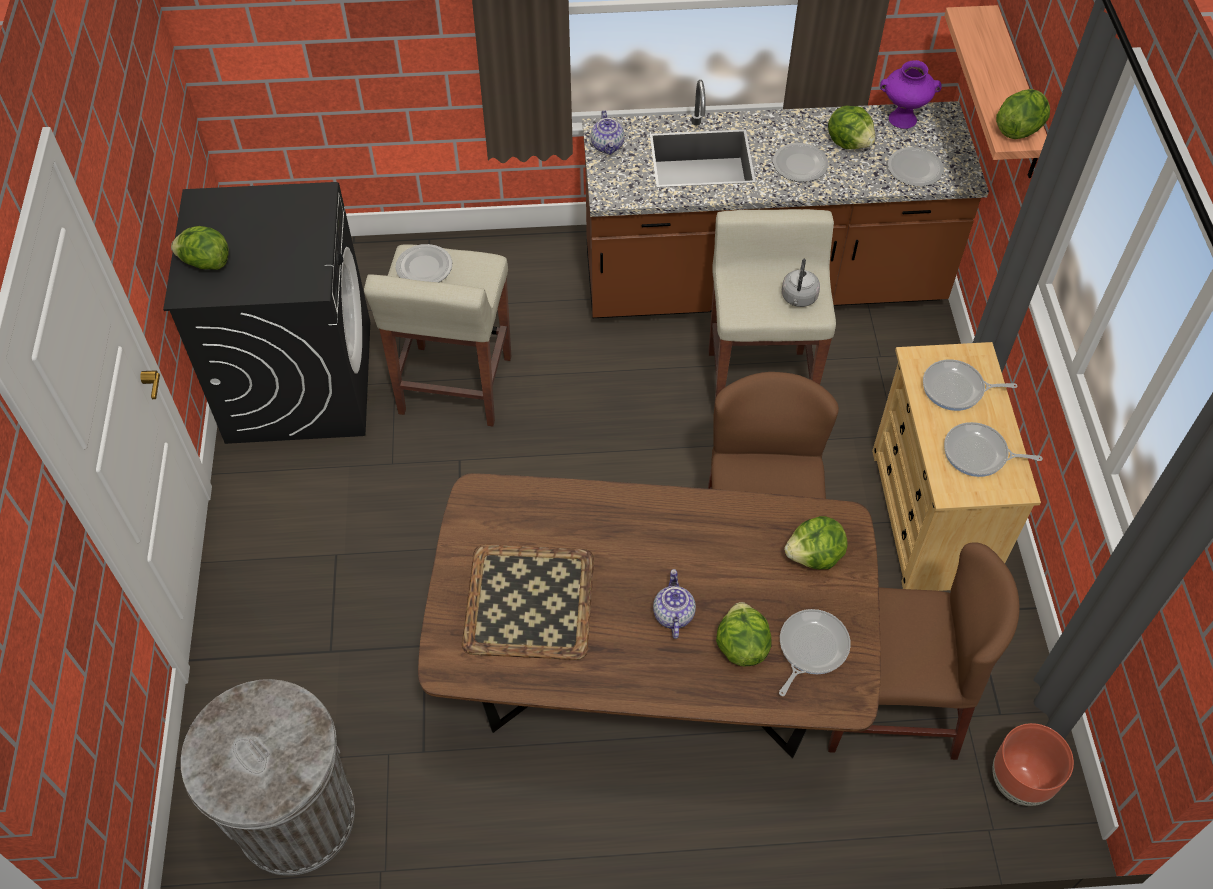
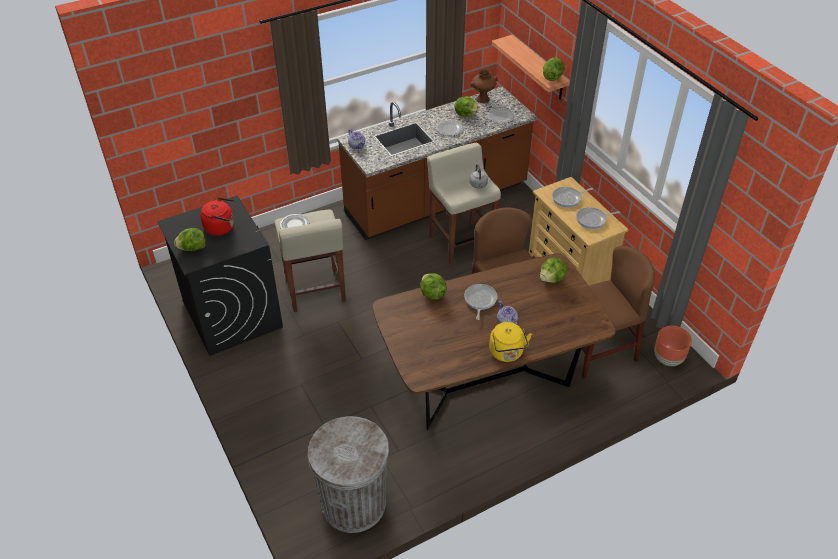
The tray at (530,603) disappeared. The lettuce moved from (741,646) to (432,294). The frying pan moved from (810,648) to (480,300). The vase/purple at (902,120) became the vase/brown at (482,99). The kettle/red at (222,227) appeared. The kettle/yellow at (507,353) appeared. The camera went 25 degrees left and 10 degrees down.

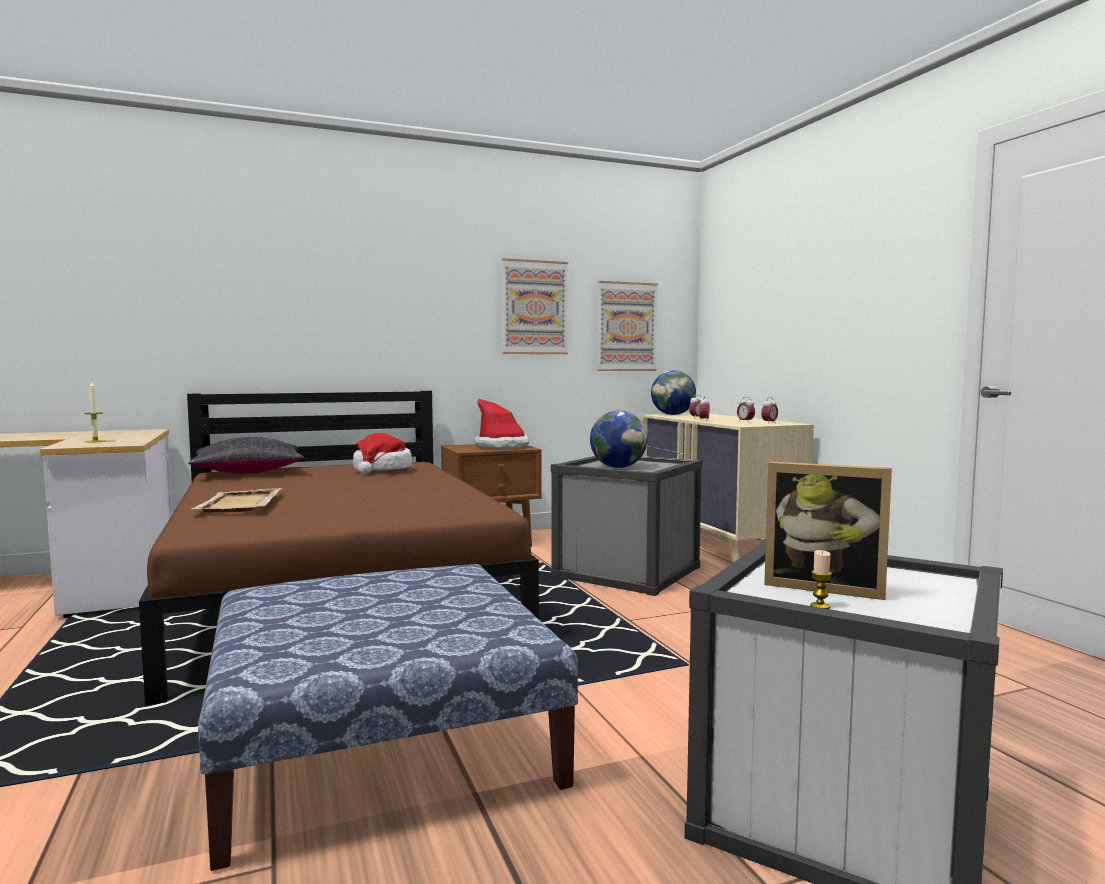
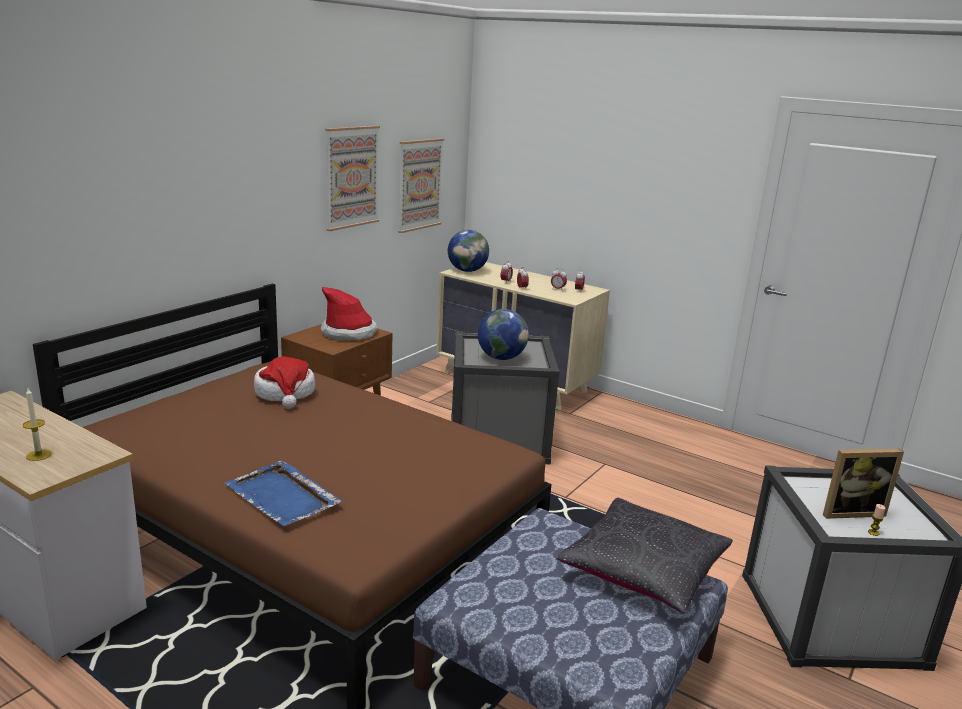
The pillow/black moved from (248,472) to (643,570). The tray/beige at (239,504) became the tray/blue at (283,497). The camera went 35 degrees left and 15 degrees up.

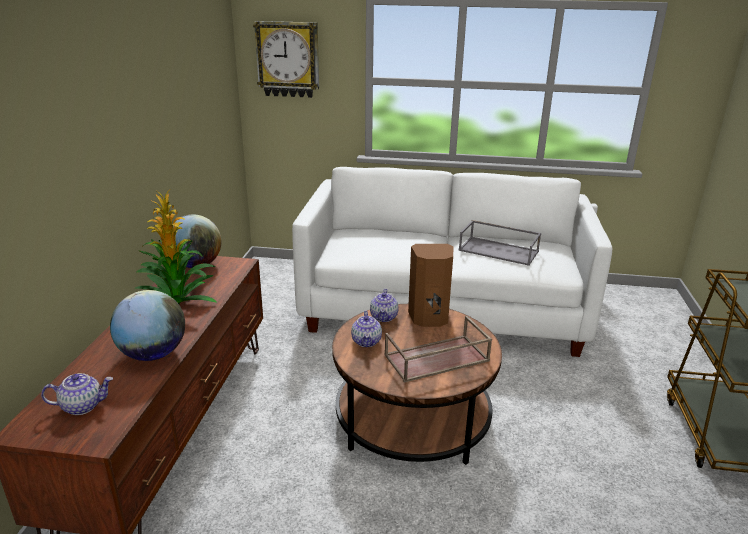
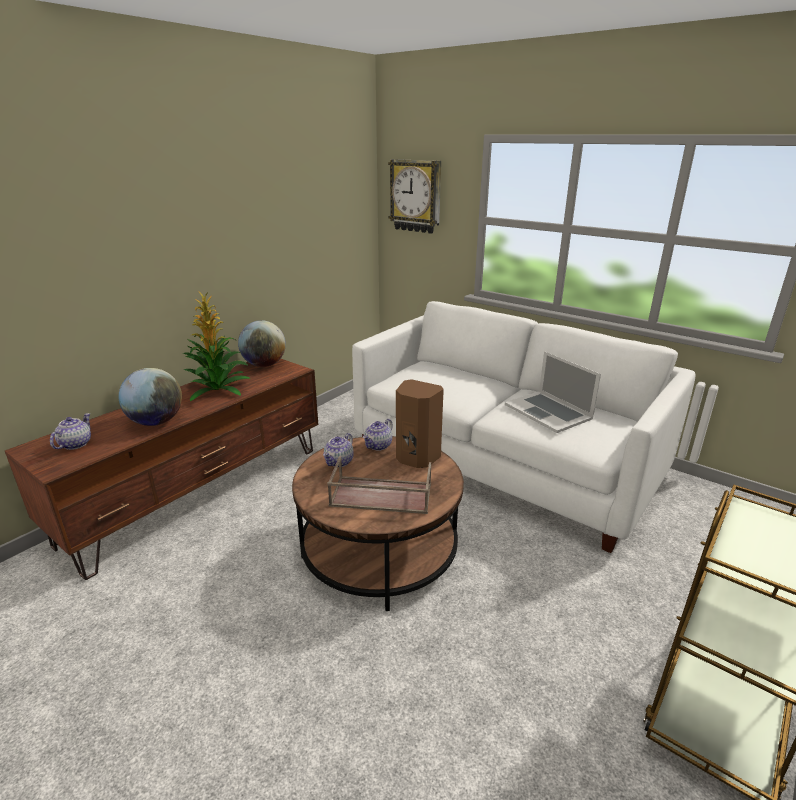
The teapot at (83,406) turned 90 degrees counterclockwise. The tray/grey at (499,251) was replaced by the laptop at (548,411). The camera went 30 degrees right and 0 degrees up.

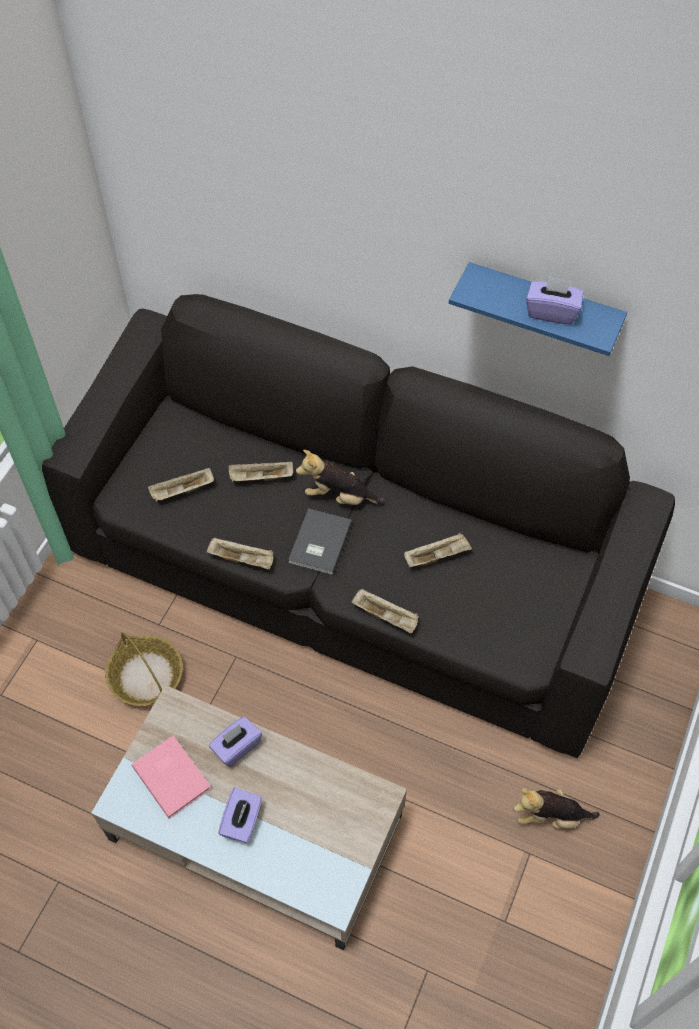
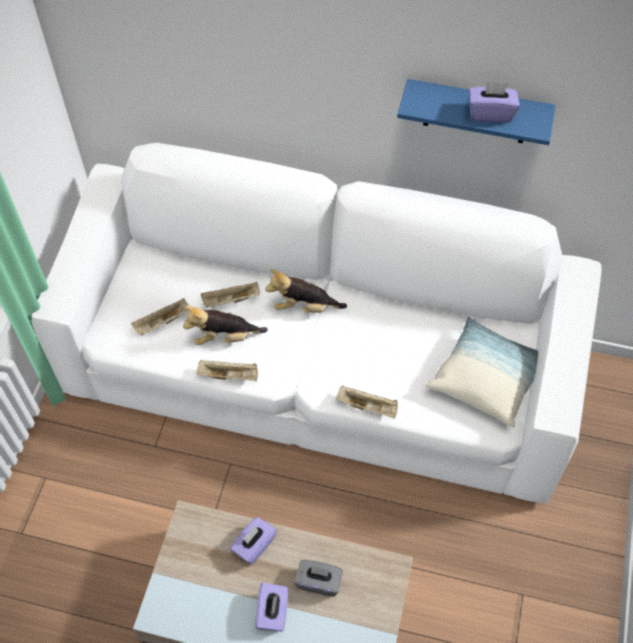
The sofa/black at (351,574) became the sofa/white at (318,374). The basket at (146,676) disappeared. The book/pink at (172,775) disappeared. The book/grey at (318,543) disappeared. The tray/beige at (437,556) disappeared. The plush toy moved from (550,816) to (225,337). The tissue box/grey at (318,582) appeared. The pillow at (485,379) appeared. The camera went 10 degrees left and 0 degrees up.

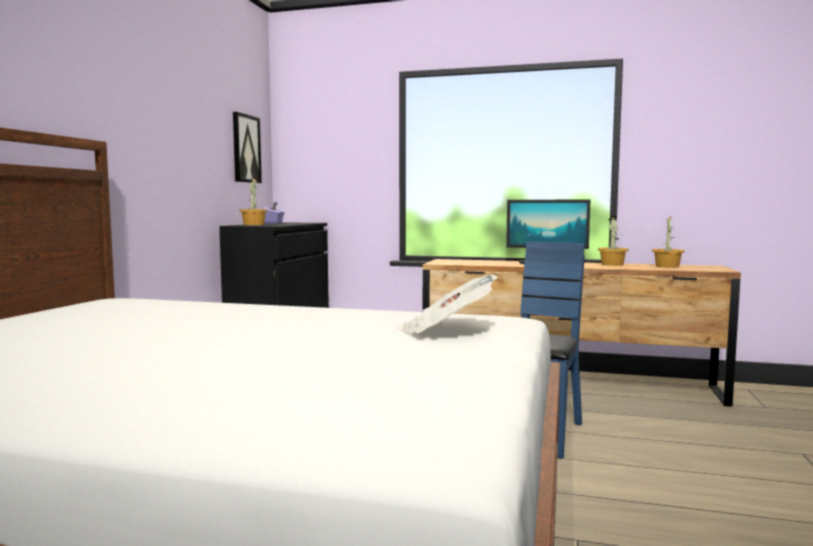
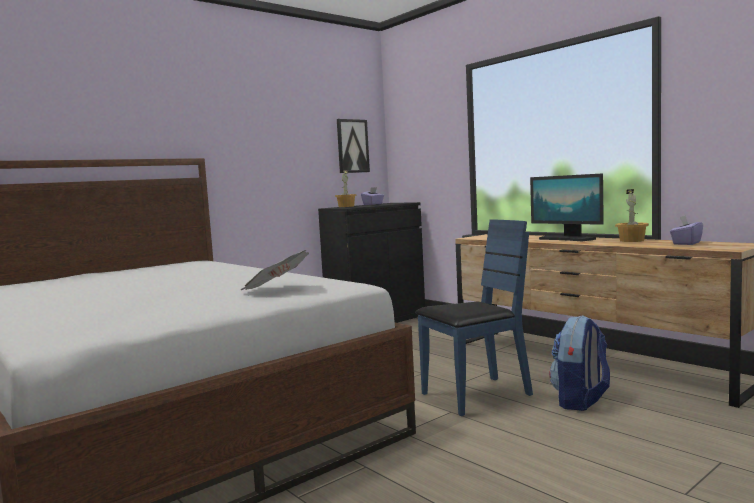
The potted plant at (667,266) was replaced by the tissue box/purple at (686,243). The backpack at (580,401) appeared. The camera went 35 degrees right and 0 degrees up.

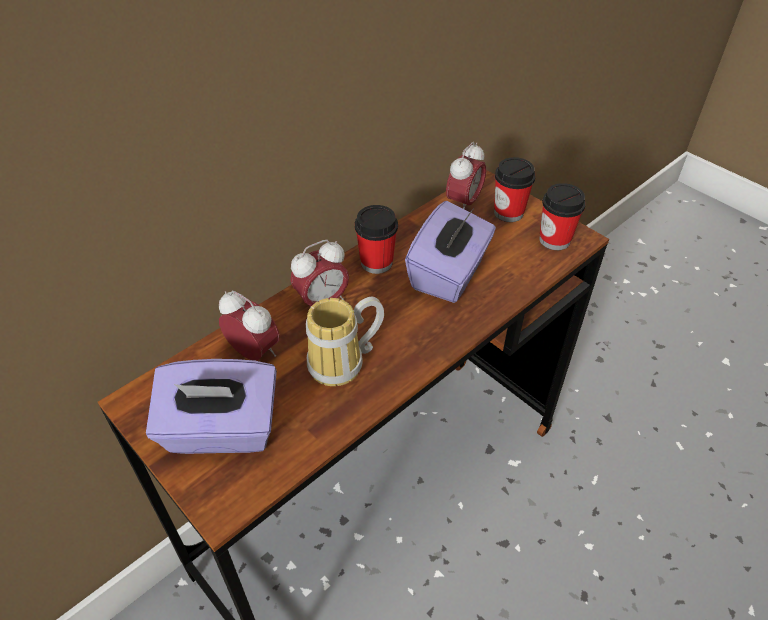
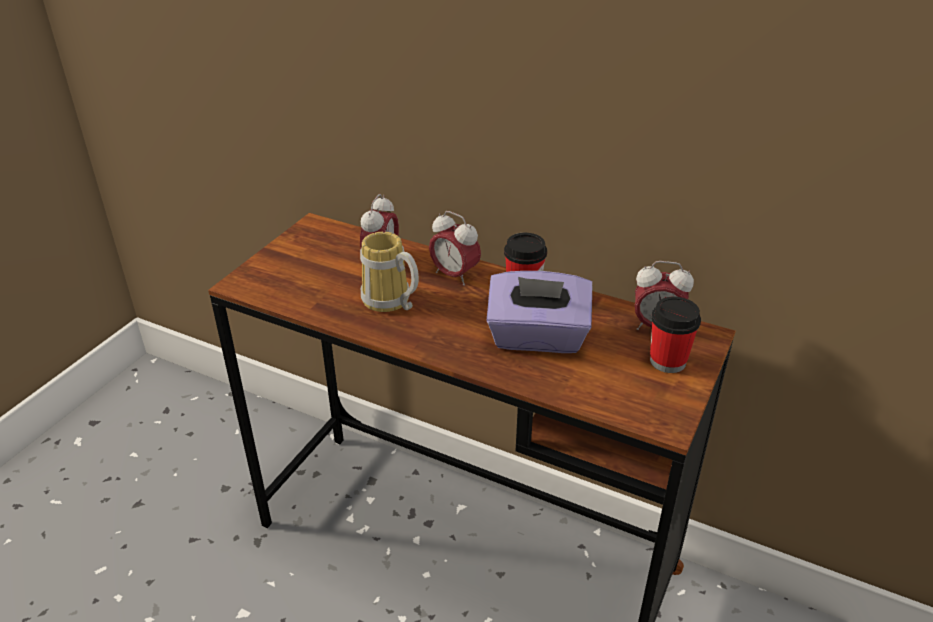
The tissue box/purple at (221,431) disappeared. The cup at (554,240) disappeared. The camera went 70 degrees right and 10 degrees down.

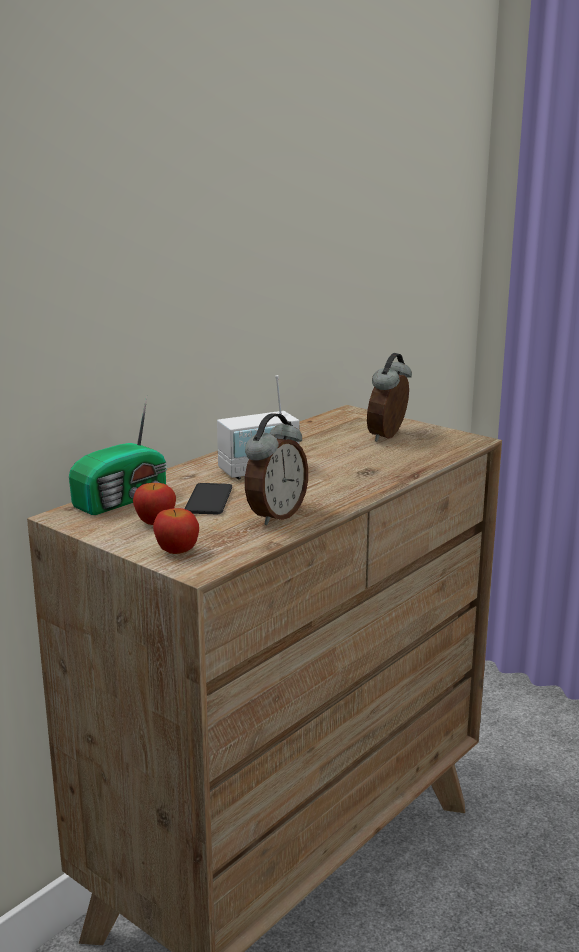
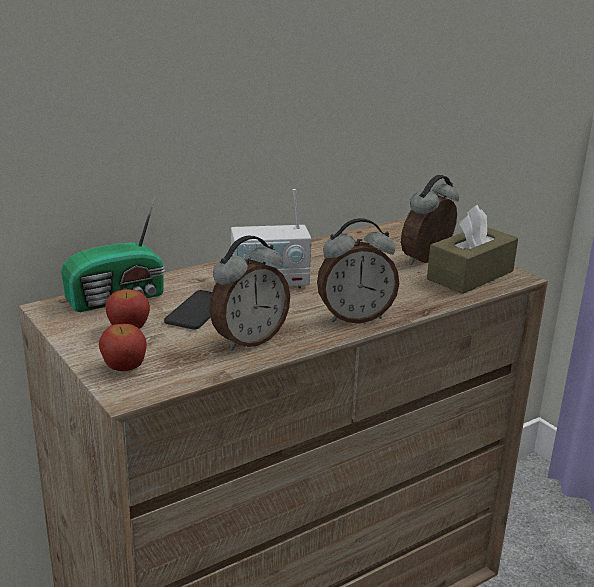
The alarm clock at (355,317) appeared. The tissue box/brown at (470,275) appeared. The camera went 15 degrees right and 5 degrees up.

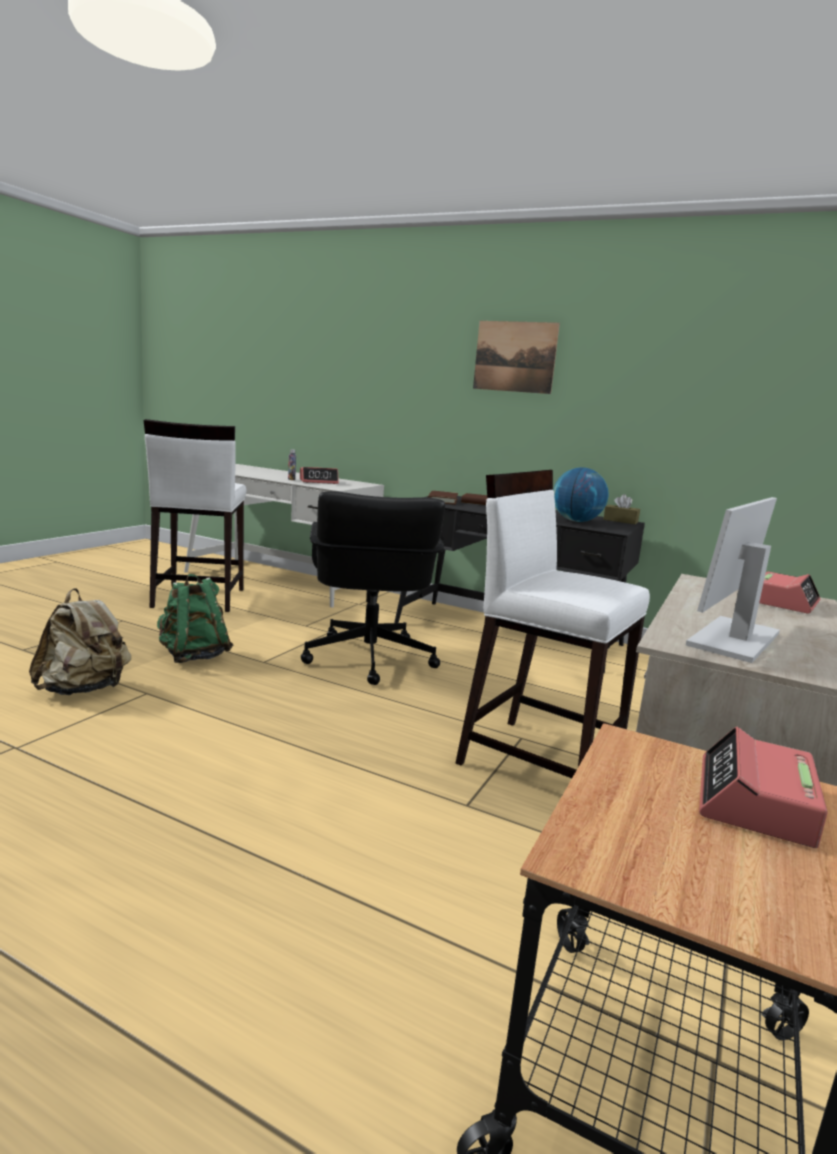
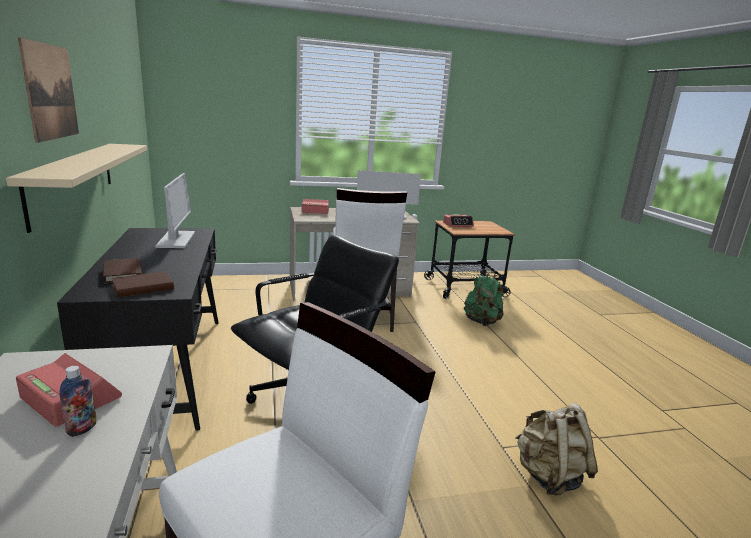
The backpack/green moved from (193,656) to (481,322). The globe at (576,521) was replaced by the monitor at (176,240). The tissue box/brown at (620,521) disappeared. The shelf/beige at (73,179) appeared. The camera went 130 degrees left and 5 degrees up.

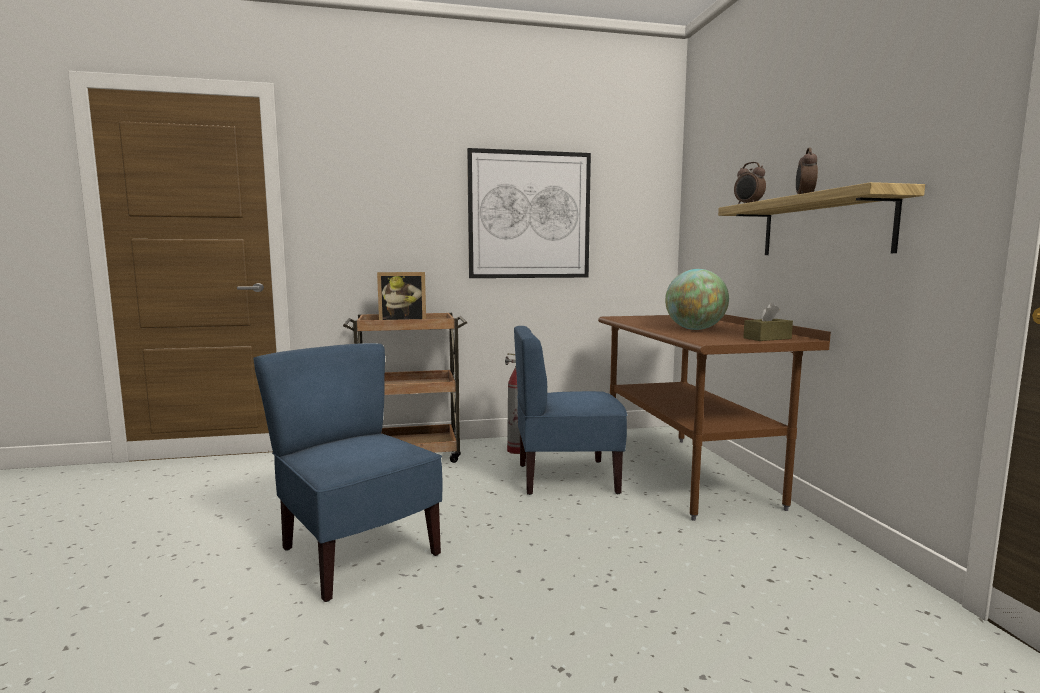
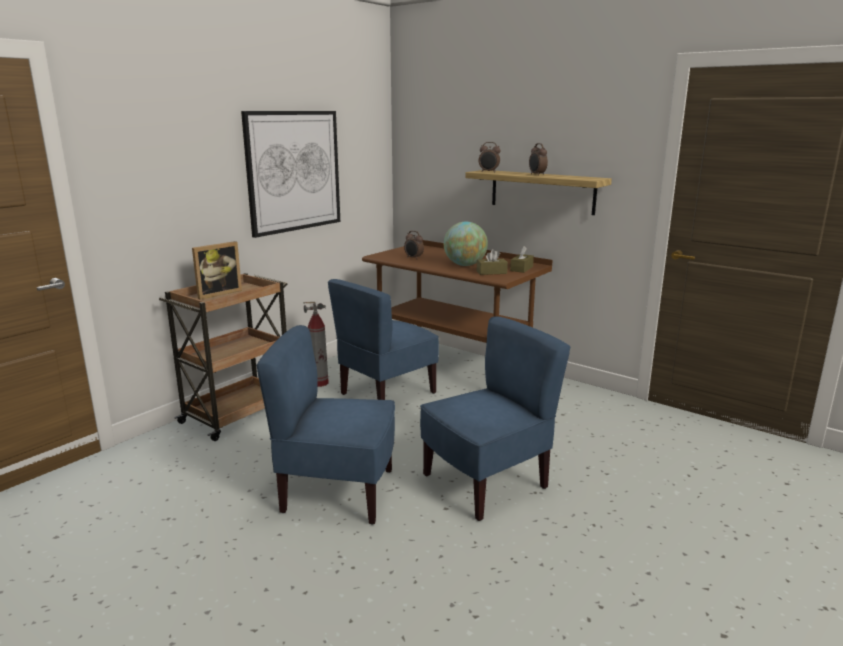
The alarm clock at (413,258) appeared. The chair/blue at (486,483) appeared. The tissue box/brown at (491,272) appeared. The camera went 40 degrees left and 10 degrees up.

